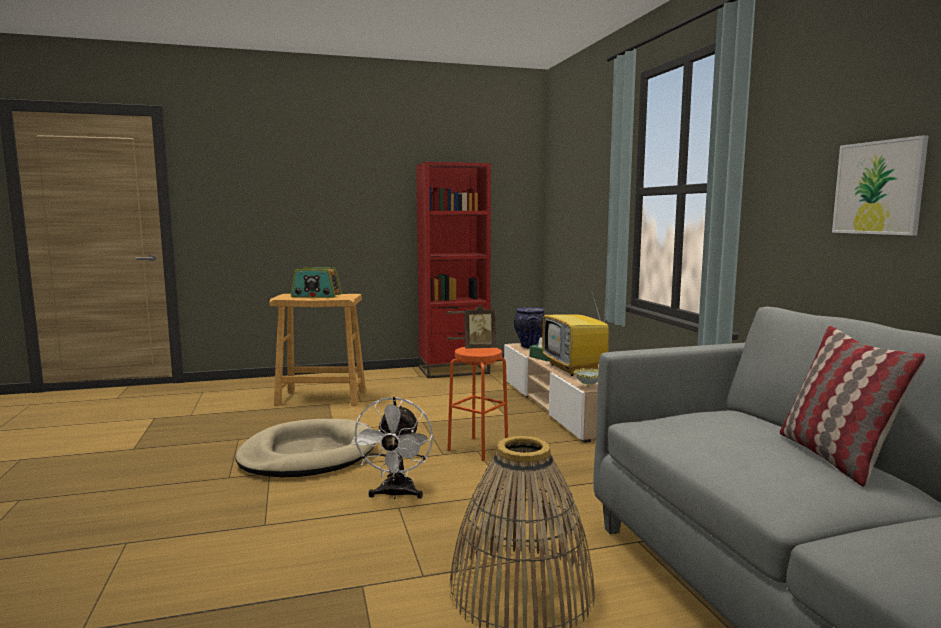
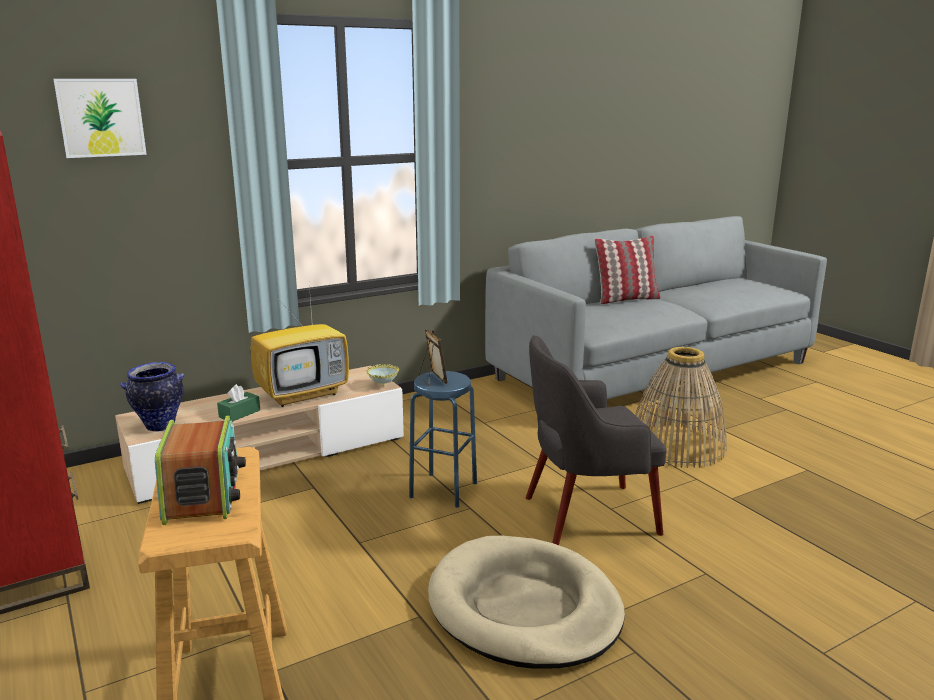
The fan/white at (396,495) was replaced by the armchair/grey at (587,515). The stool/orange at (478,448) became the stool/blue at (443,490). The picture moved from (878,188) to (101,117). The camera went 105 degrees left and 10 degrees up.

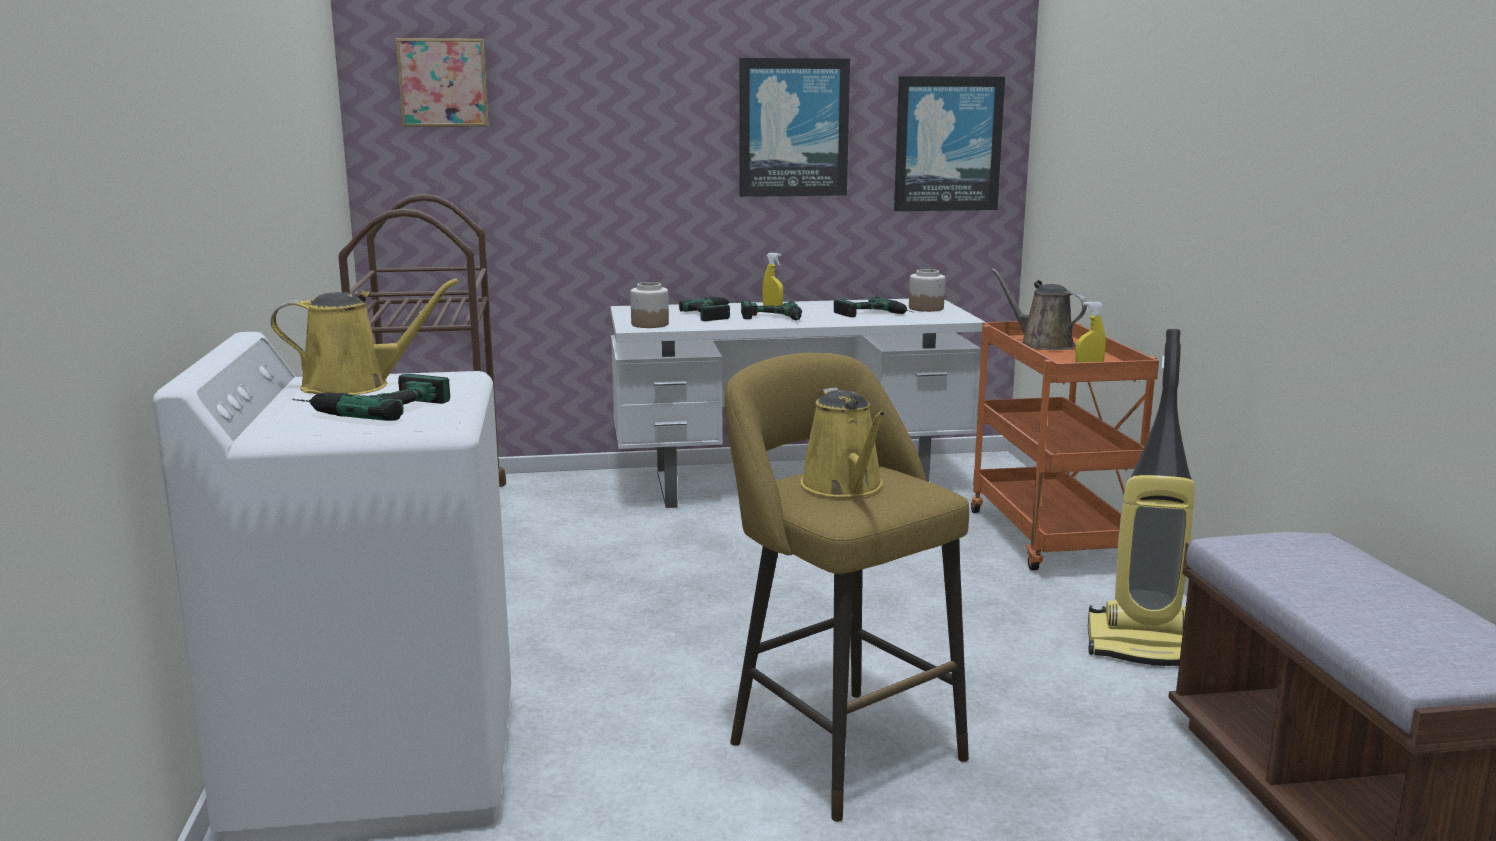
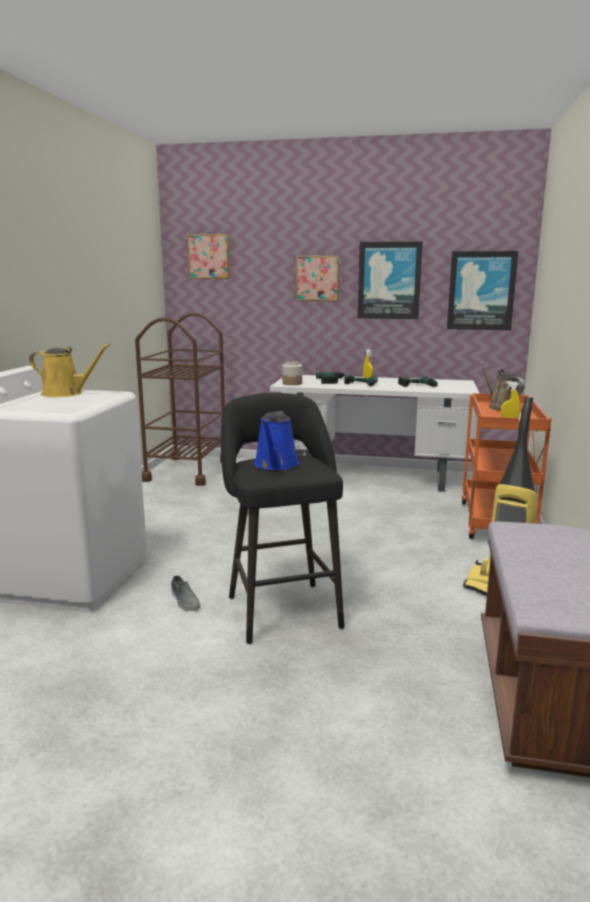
The power drill at (370,407) disappeared. The stool/yellow at (838,745) became the stool/black at (281,608). The watering can/yellow at (845,487) became the watering can/blue at (275,465). The jar at (926,308) disappeared. The shoe/grey at (184,600) appeared. The picture at (318,278) appeared. The camera went 20 degrees right and 0 degrees up.

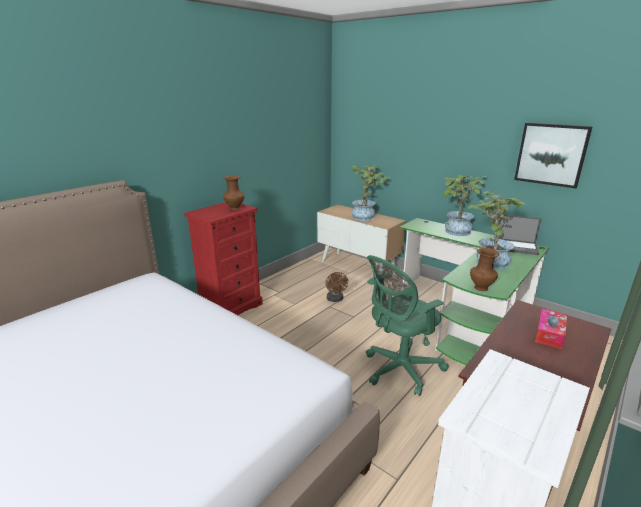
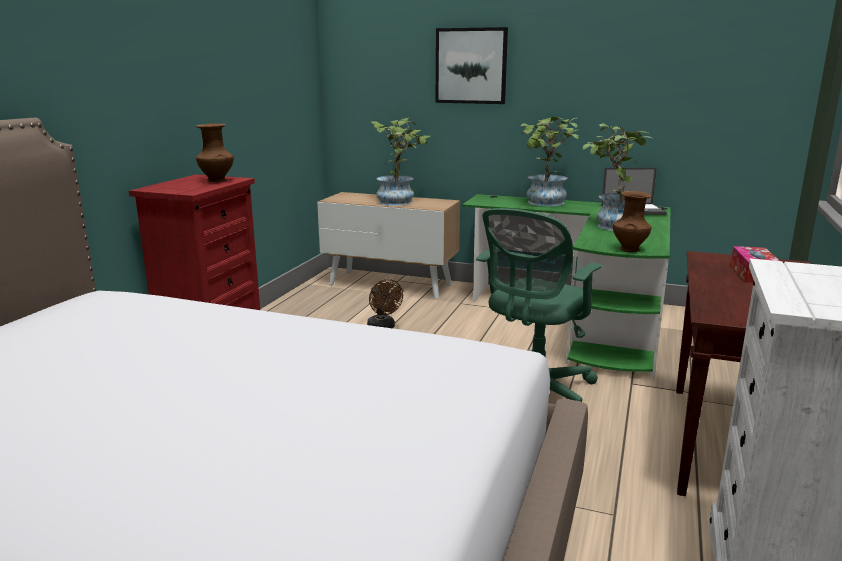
The picture moved from (551,154) to (471,66). The camera went 20 degrees left and 5 degrees down.

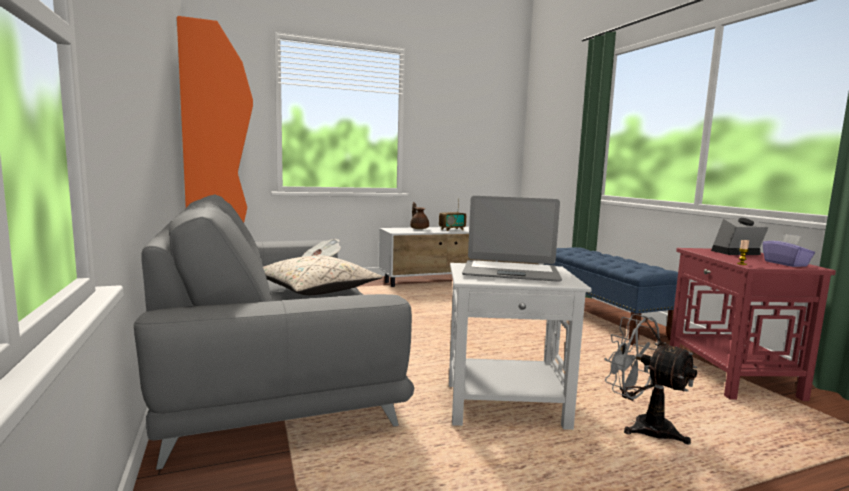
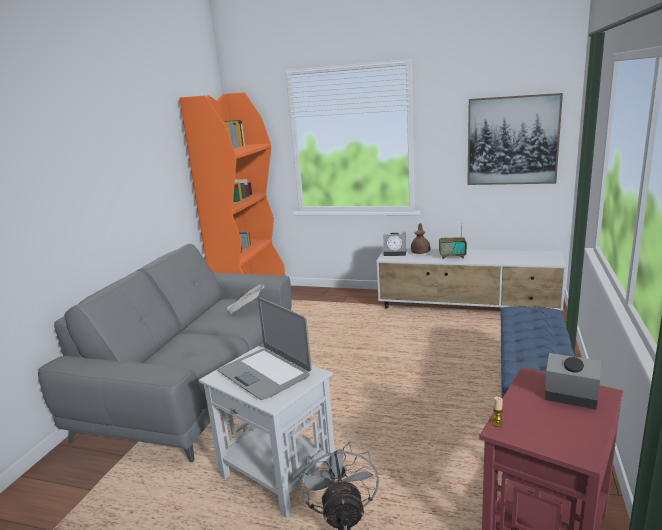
The pillow/beige at (316,290) disappeared. The tissue box/purple at (786,264) disappeared. The alarm clock at (395,253) appeared. The picture at (512,140) appeared. The camera went 40 degrees right and 10 degrees up.

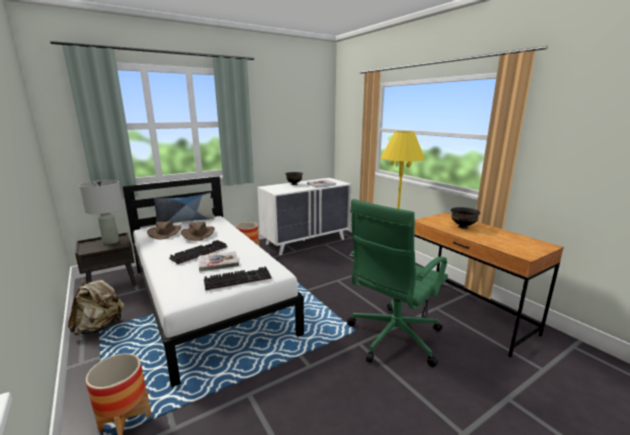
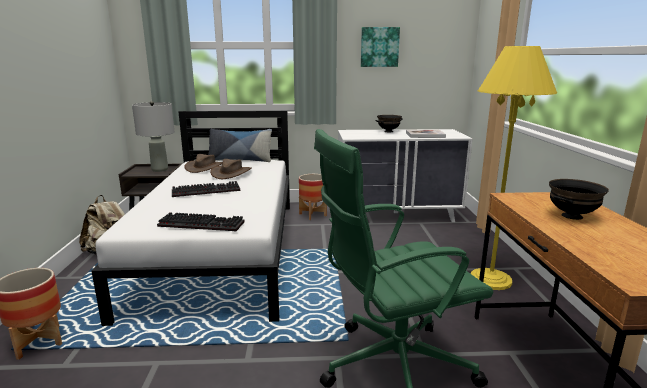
The book at (218,262) disappeared. The picture at (379,47) appeared. The camera went 30 degrees right and 0 degrees up.

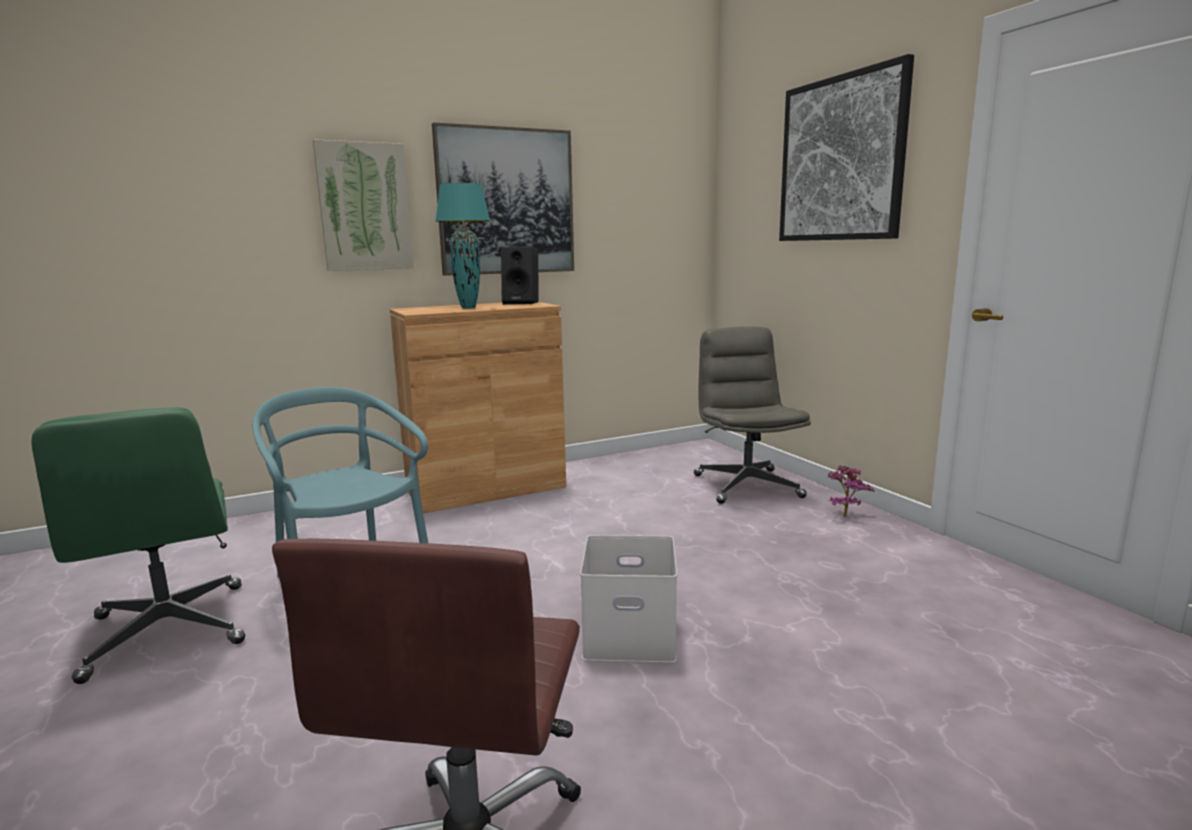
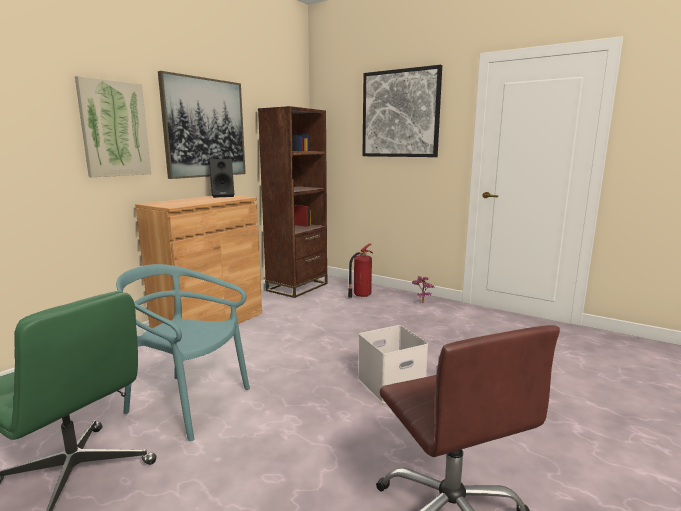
The table lamp/turquoise at (468,308) disappeared. The office chair/grey at (746,485) was replaced by the fire extinguisher at (361,295). The bookcase/brown at (297,287) appeared. The camera went 30 degrees left and 0 degrees up.

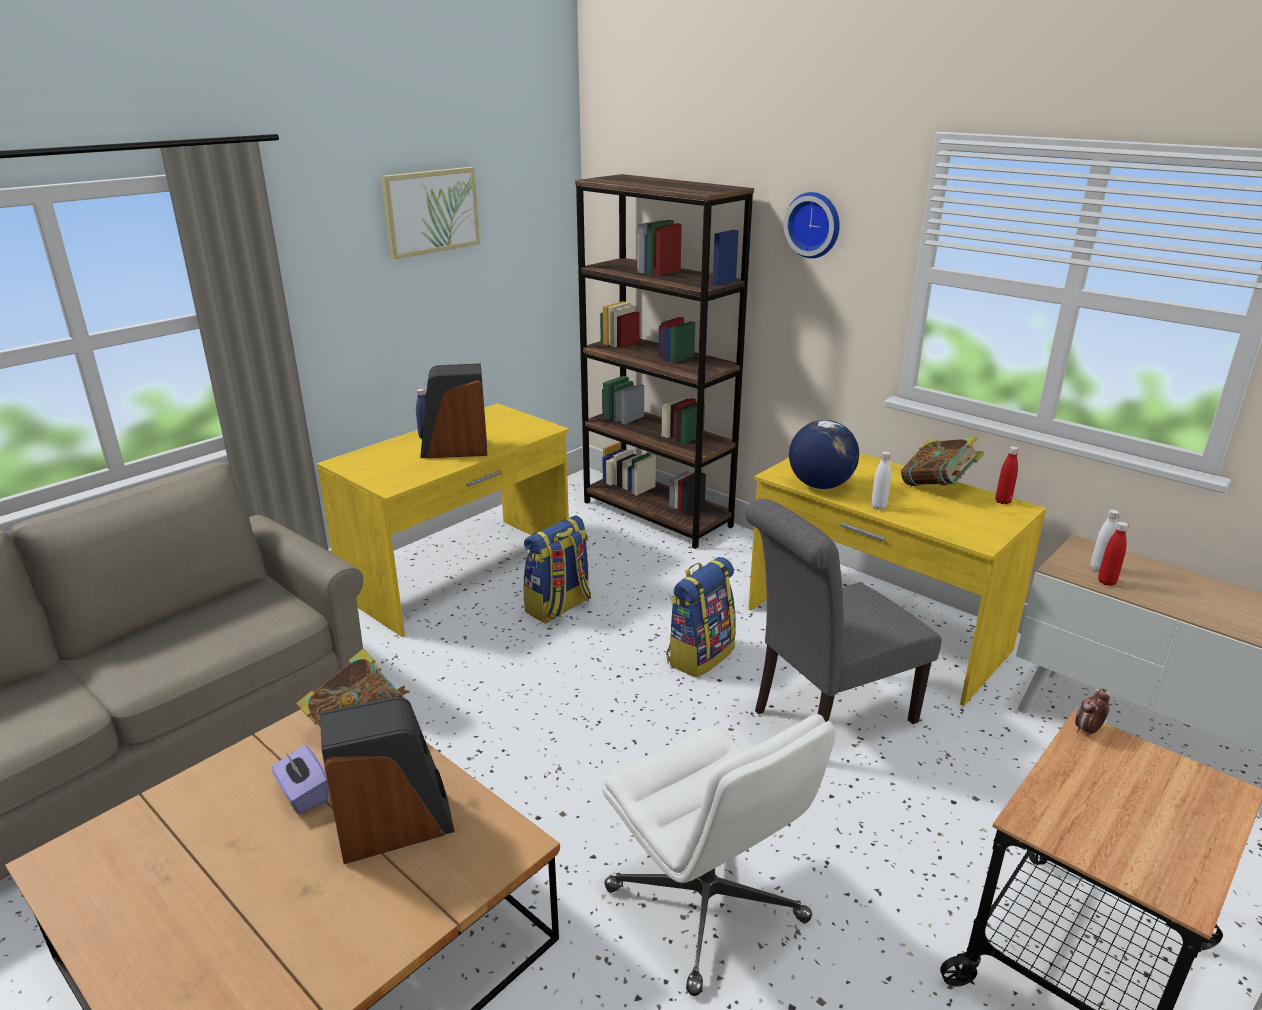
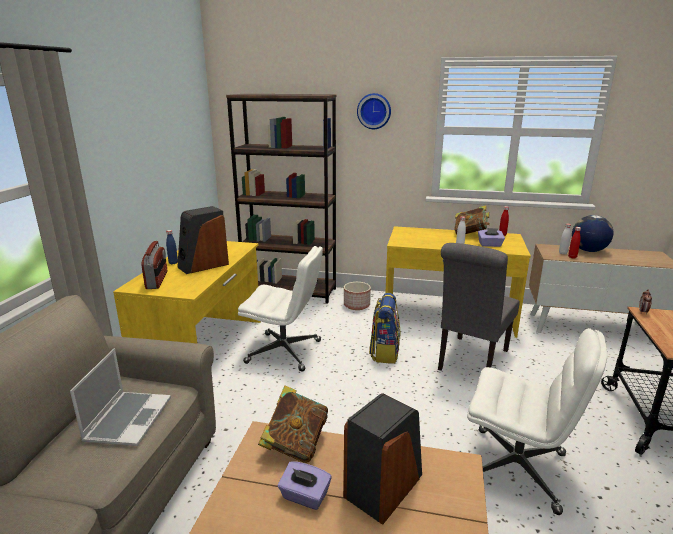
The picture at (431,211) disappeared. The backpack at (559,607) was replaced by the office chair/white at (285,352). The globe moved from (820,485) to (588,250). The laptop at (128,419) appeared. The radio at (157,280) appeared. The planter at (357,305) appeared. The tissue box/purple at (490,245) appeared. The camera went 30 degrees left and 5 degrees down.

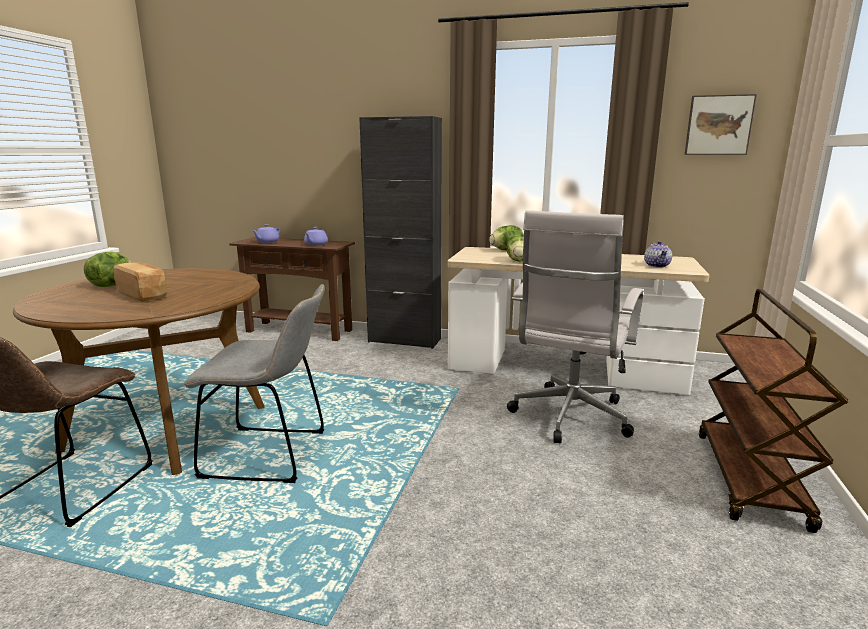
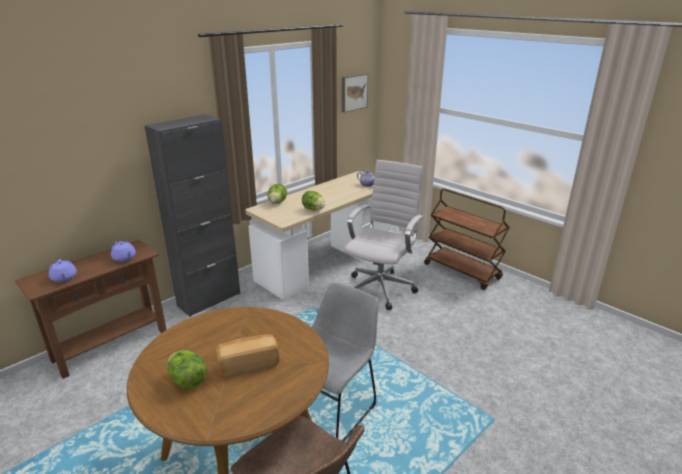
The office chair/white at (569,418) turned 120 degrees counterclockwise. The camera went 60 degrees left and 10 degrees up.

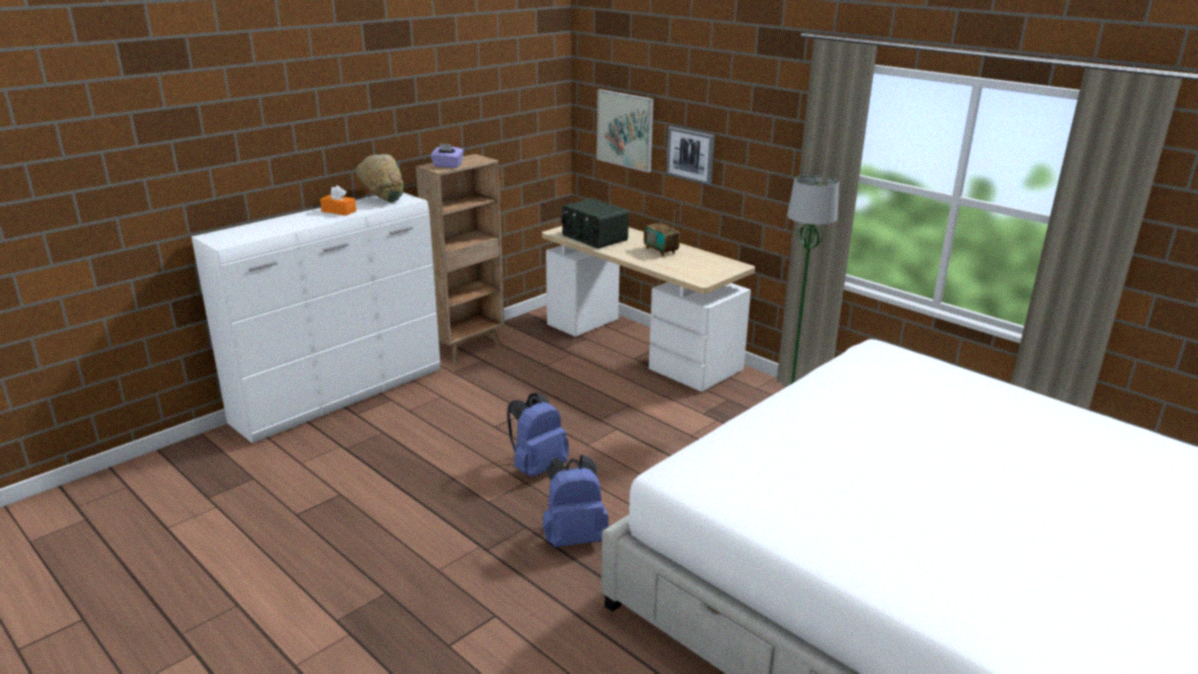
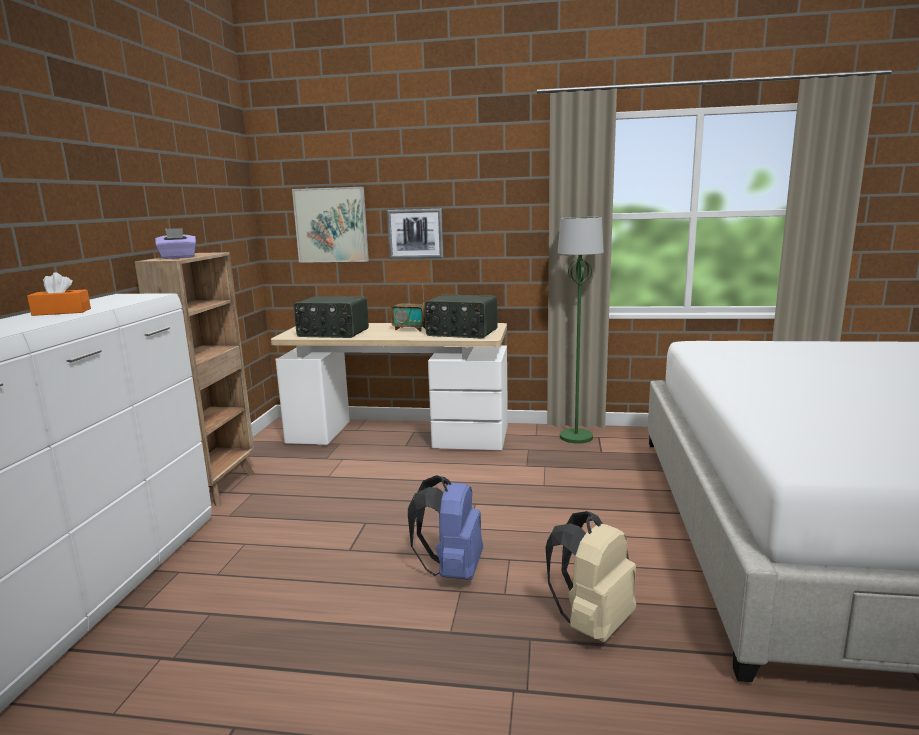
The bowl/green at (383,200) disappeared. The backpack/blue at (574,537) became the backpack/beige at (592,623). The radio at (461,333) appeared. The camera went 35 degrees left and 10 degrees down.

